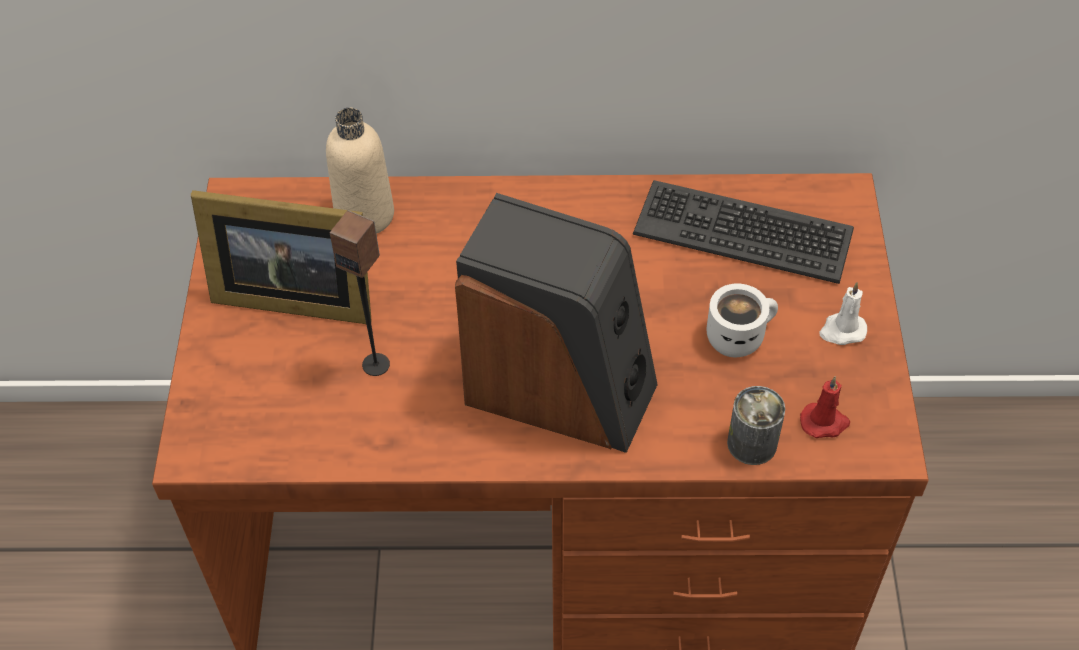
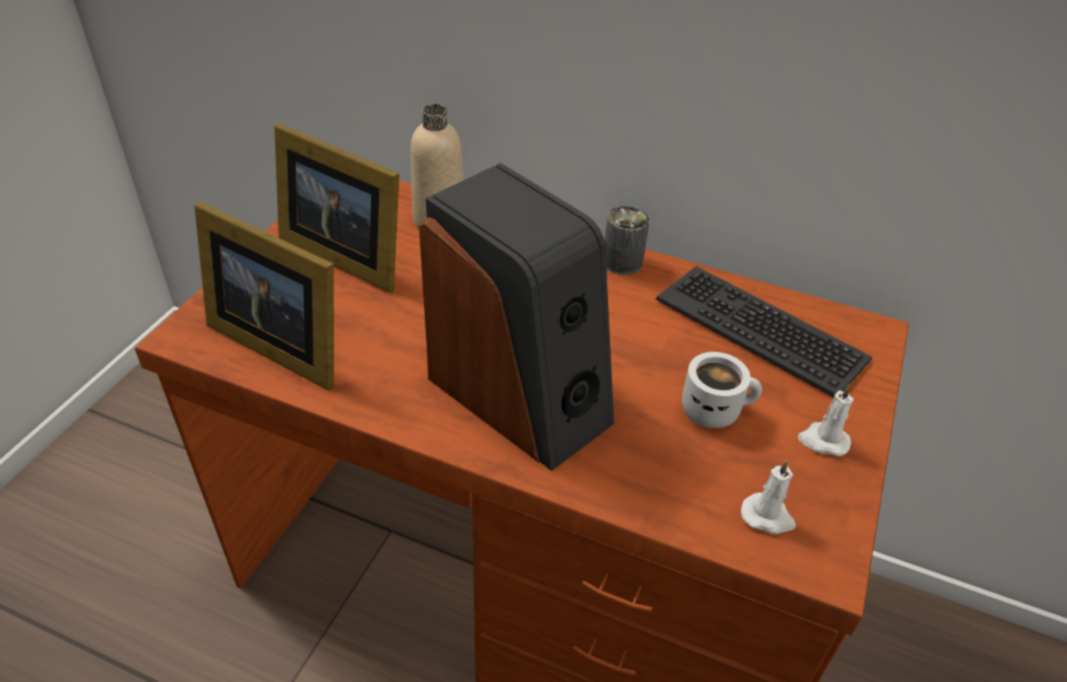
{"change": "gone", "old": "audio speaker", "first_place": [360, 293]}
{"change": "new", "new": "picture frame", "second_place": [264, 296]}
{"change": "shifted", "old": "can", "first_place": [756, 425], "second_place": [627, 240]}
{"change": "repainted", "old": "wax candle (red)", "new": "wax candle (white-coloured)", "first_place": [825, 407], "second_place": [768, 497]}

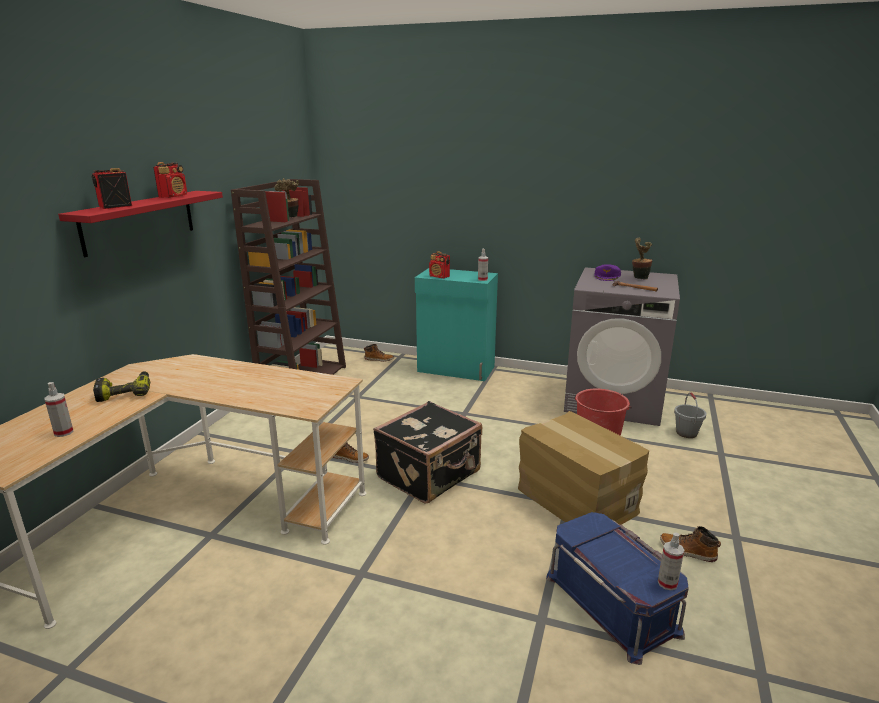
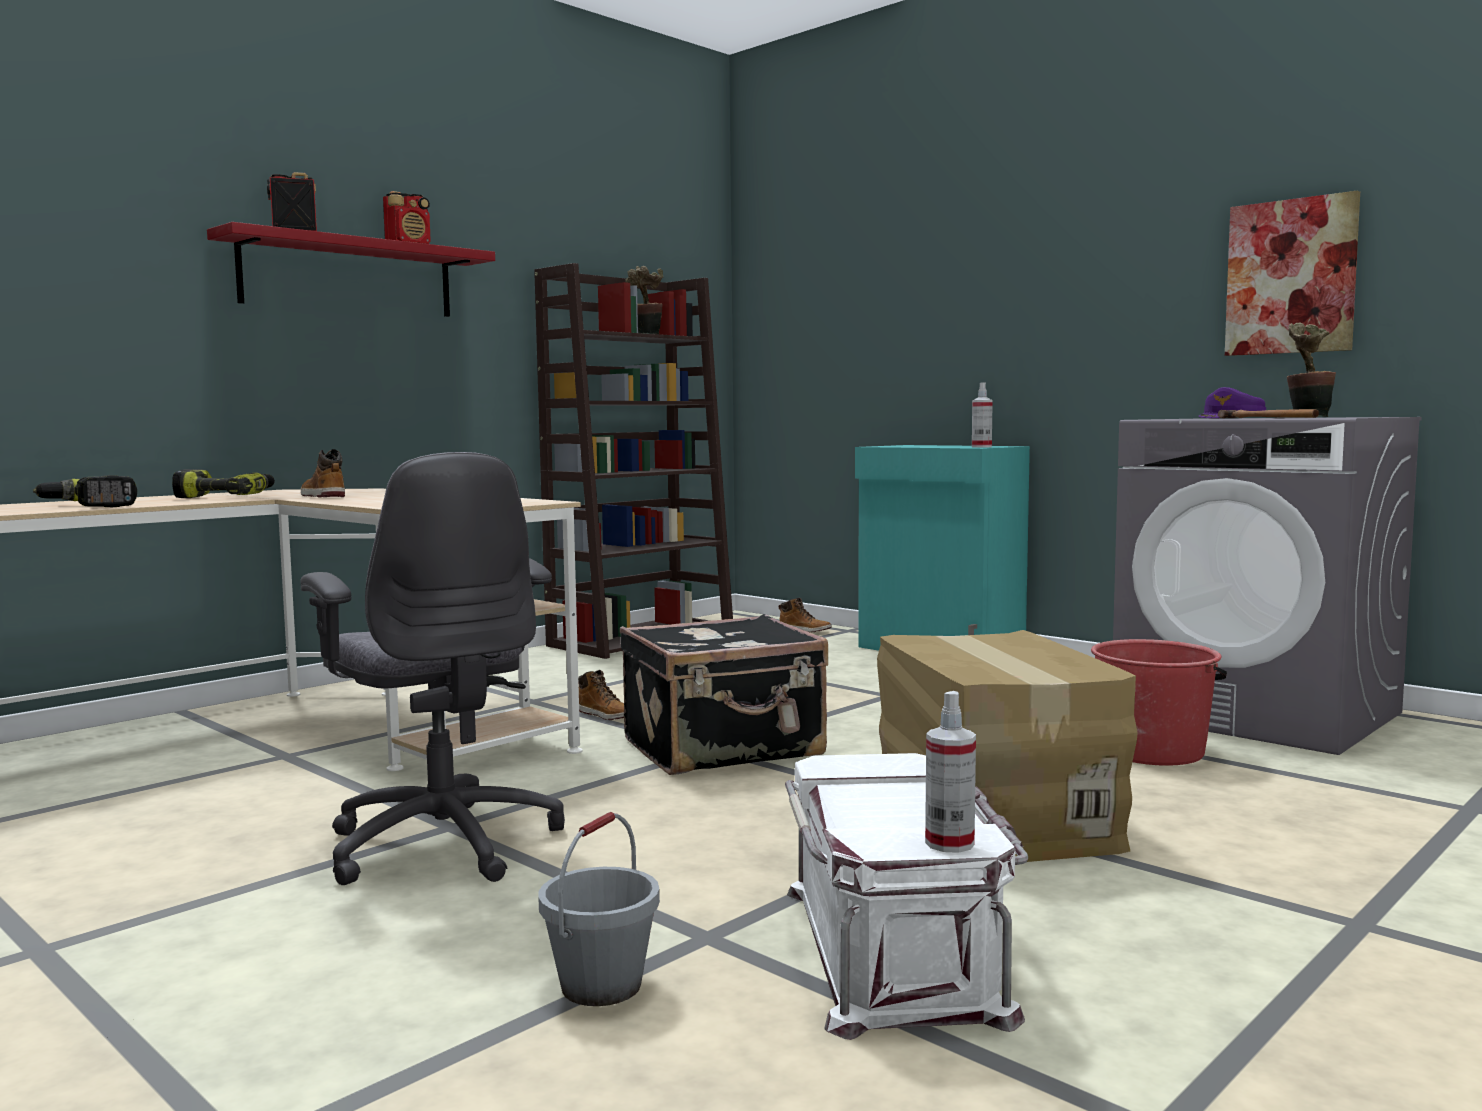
{"change": "gone", "old": "radio receiver", "first_place": [439, 264]}
{"change": "new", "new": "computer chair (greyish)", "second_place": [432, 668]}
{"change": "new", "new": "wall art", "second_place": [1292, 273]}
{"change": "shifted", "old": "high-top boot", "first_place": [690, 544], "second_place": [323, 473]}
{"change": "shifted", "old": "water bucket (greyish)", "first_place": [690, 415], "second_place": [599, 909]}
{"change": "swapped", "old": "spray bottle", "new": "electric drill", "first_place": [59, 409], "second_place": [85, 491]}
{"change": "repainted", "old": "storage bin (bluish)", "new": "storage bin (white-coloured)", "first_place": [617, 588], "second_place": [906, 896]}

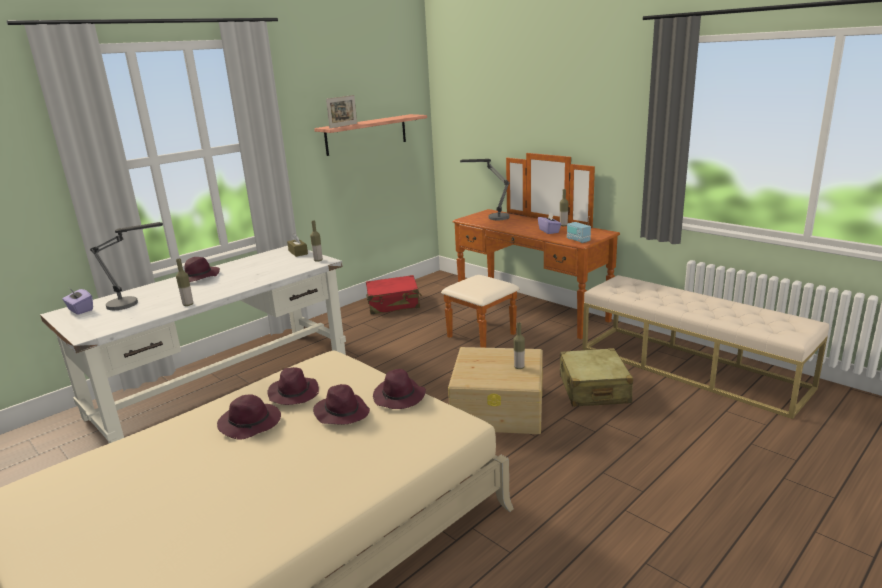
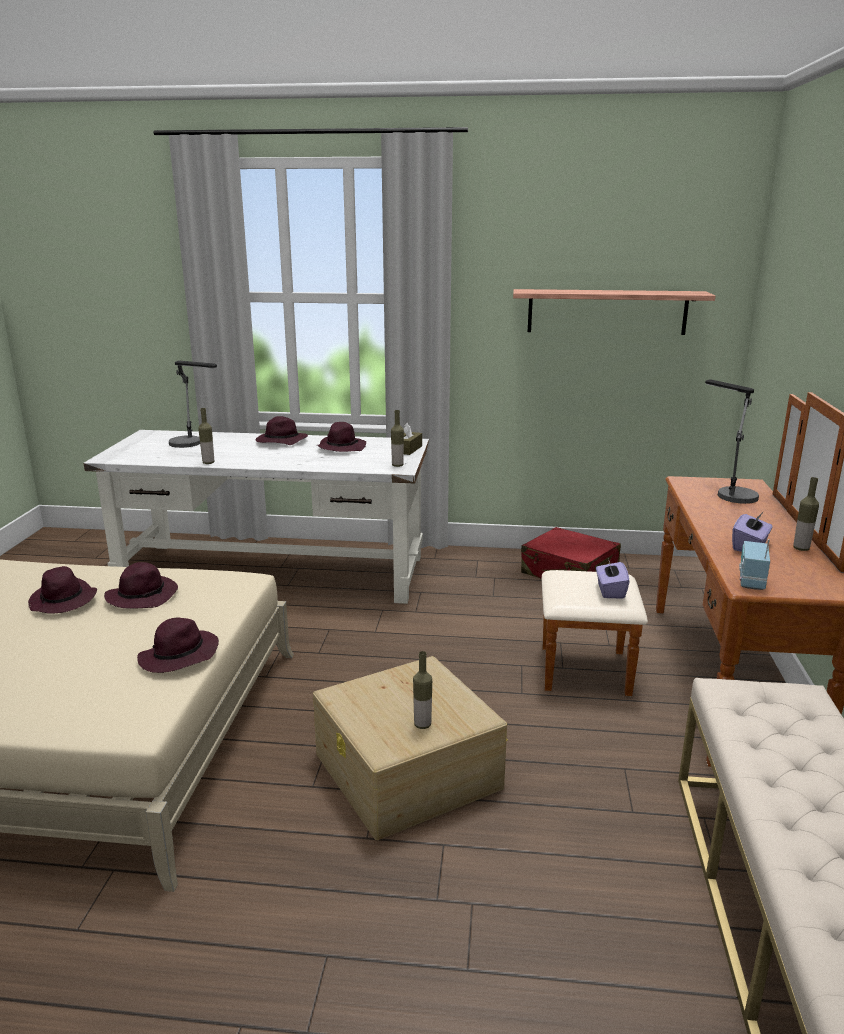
{"change": "gone", "old": "picture frame", "first_place": [341, 111]}
{"change": "gone", "old": "piece of luggage (beige)", "first_place": [596, 377]}
{"change": "shifted", "old": "box of tissues (purple-coloured)", "first_place": [77, 301], "second_place": [612, 578]}
{"change": "shifted", "old": "hat (purple-coloured)", "first_place": [341, 404], "second_place": [341, 437]}

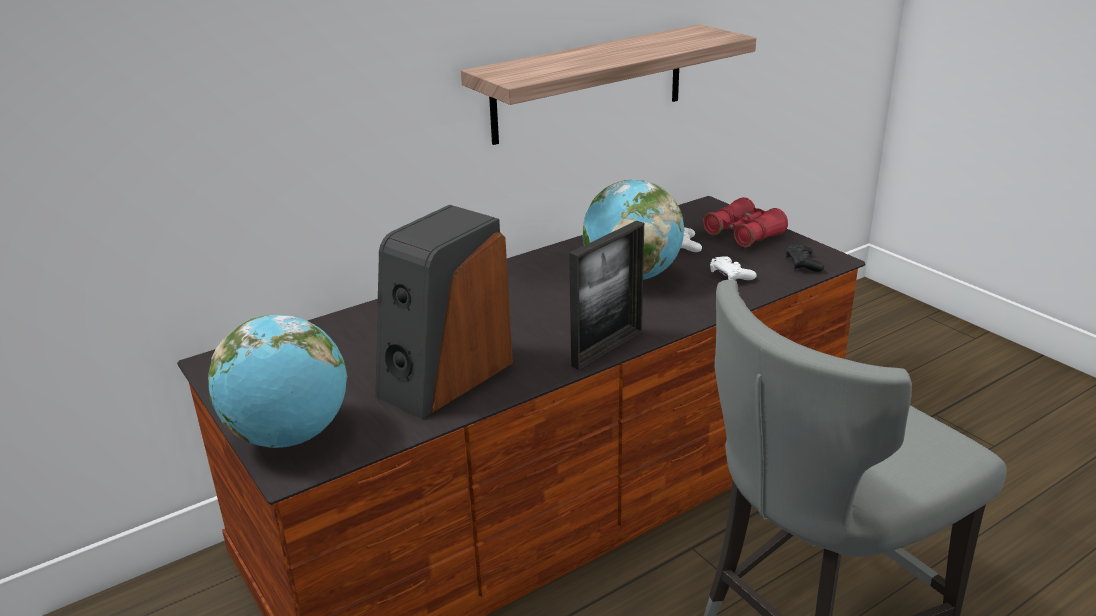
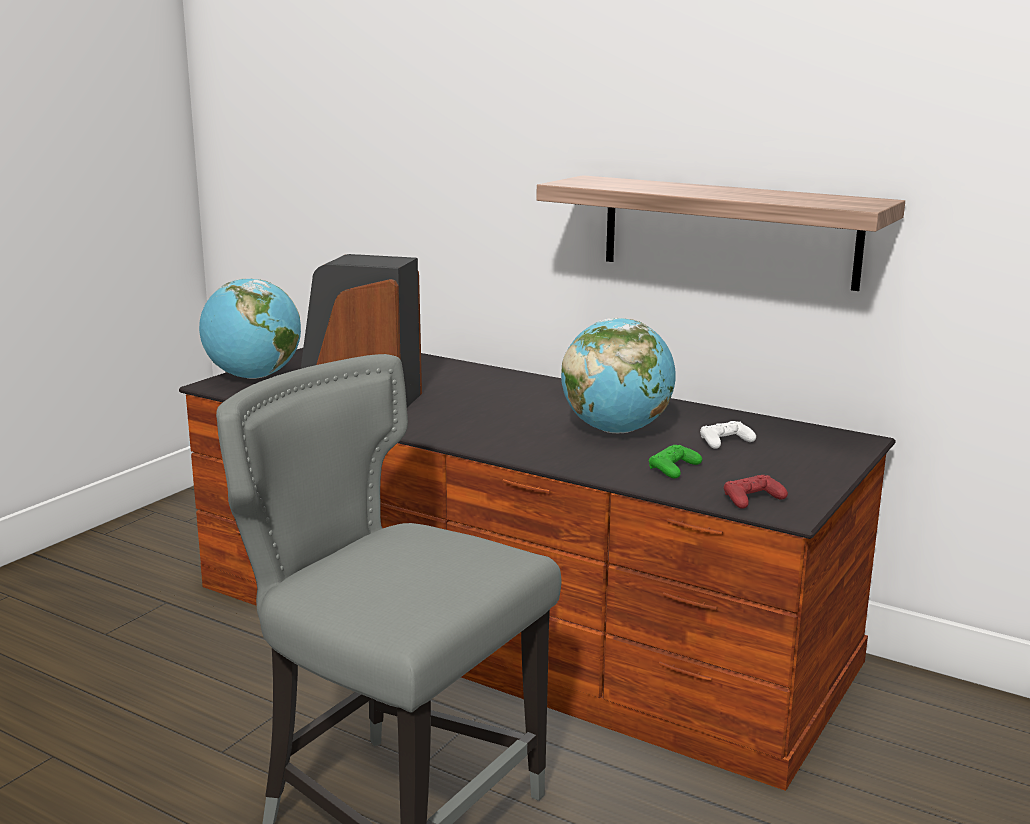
{"change": "gone", "old": "picture frame", "first_place": [606, 295]}
{"change": "gone", "old": "pair of binoculars (red)", "first_place": [745, 222]}
{"change": "repainted", "old": "game controller (white-coloured)", "new": "game controller (green-coloured)", "first_place": [733, 268], "second_place": [675, 461]}
{"change": "repainted", "old": "game controller (blackish)", "new": "game controller (red)", "first_place": [804, 258], "second_place": [756, 491]}

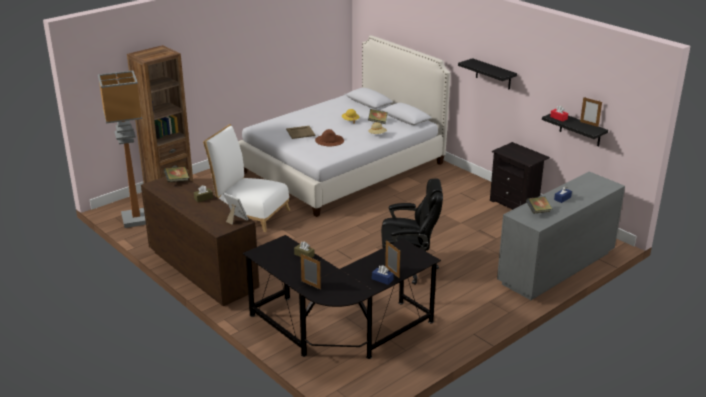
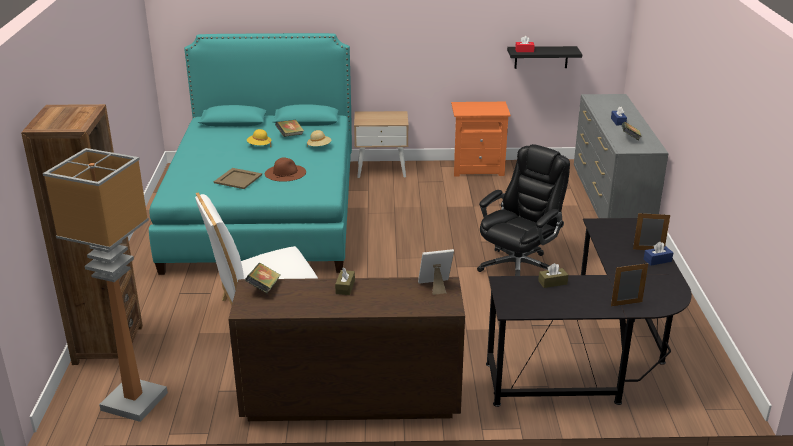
{"change": "gone", "old": "bracket shelf (blackish)", "first_place": [487, 74]}
{"change": "gone", "old": "picture frame", "first_place": [591, 112]}
{"change": "new", "new": "night table (beige)", "second_place": [381, 144]}
{"change": "repainted", "old": "bedroom bed (white-coloured)", "new": "bedroom bed (turquoise)", "first_place": [344, 126], "second_place": [250, 154]}
{"change": "repainted", "old": "night table (blackish)", "new": "night table (orange)", "first_place": [520, 176], "second_place": [481, 139]}

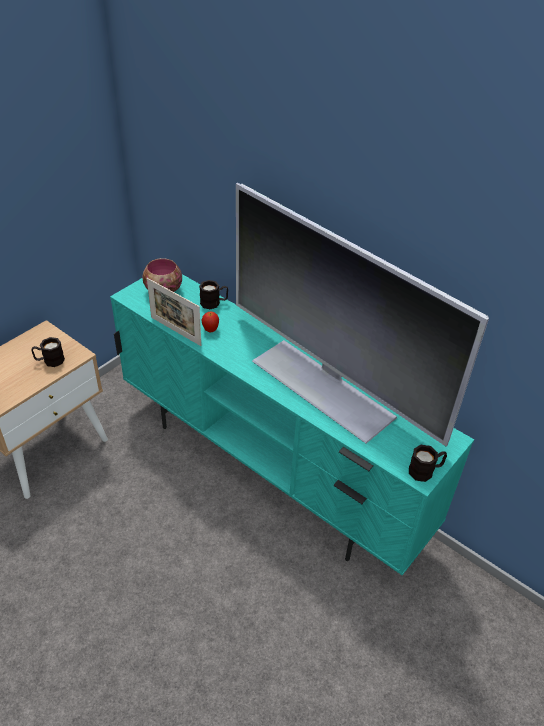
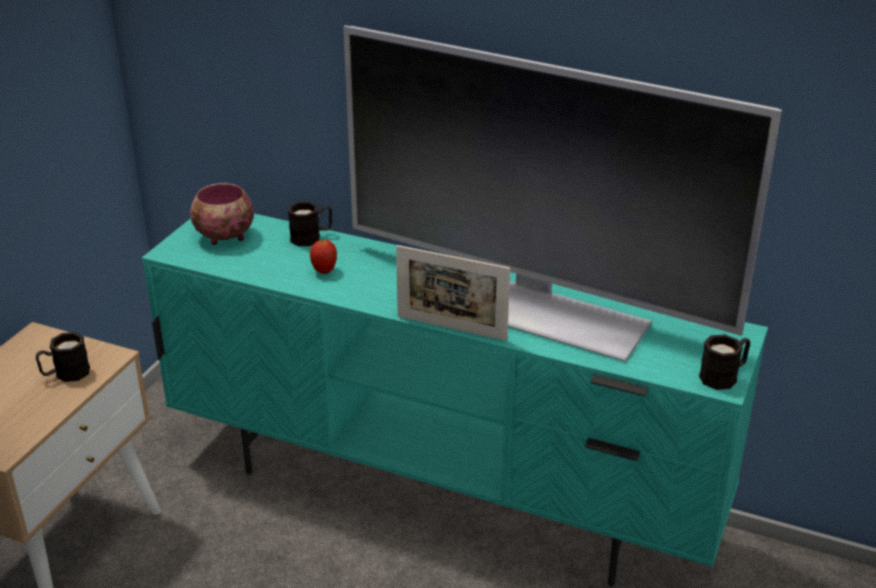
{"change": "shifted", "old": "picture frame", "first_place": [174, 312], "second_place": [453, 293]}

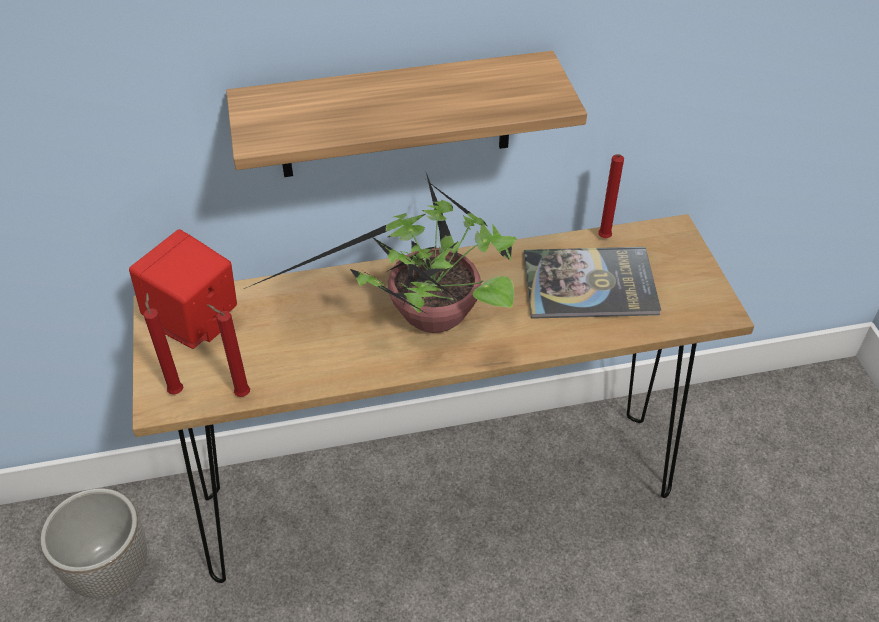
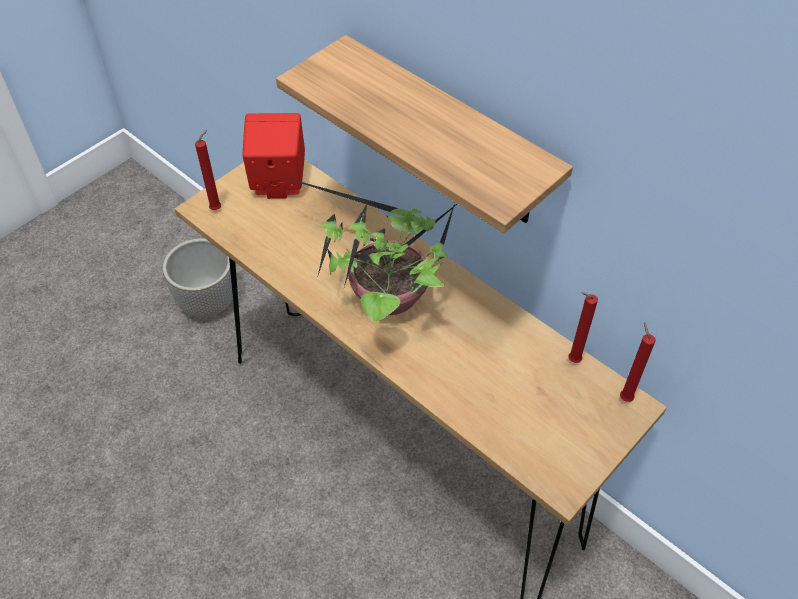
{"change": "gone", "old": "volume", "first_place": [592, 283]}
{"change": "shifted", "old": "wax candle (red)", "first_place": [228, 350], "second_place": [638, 362]}

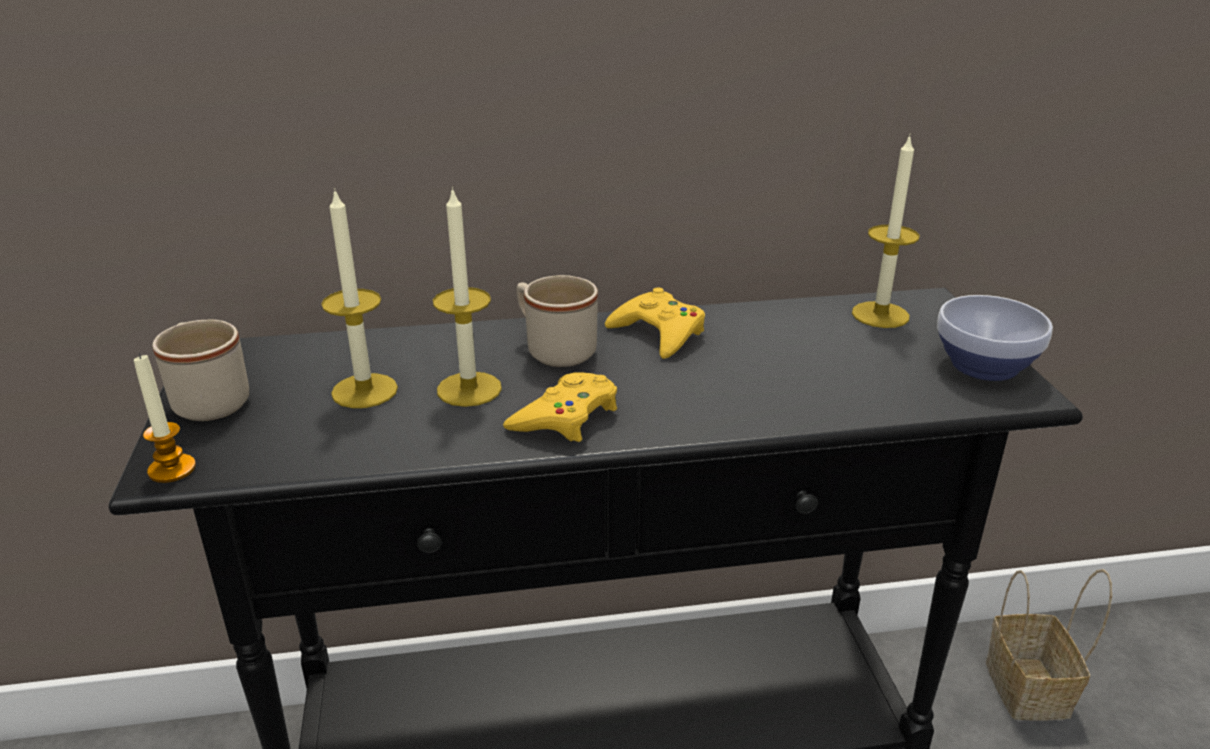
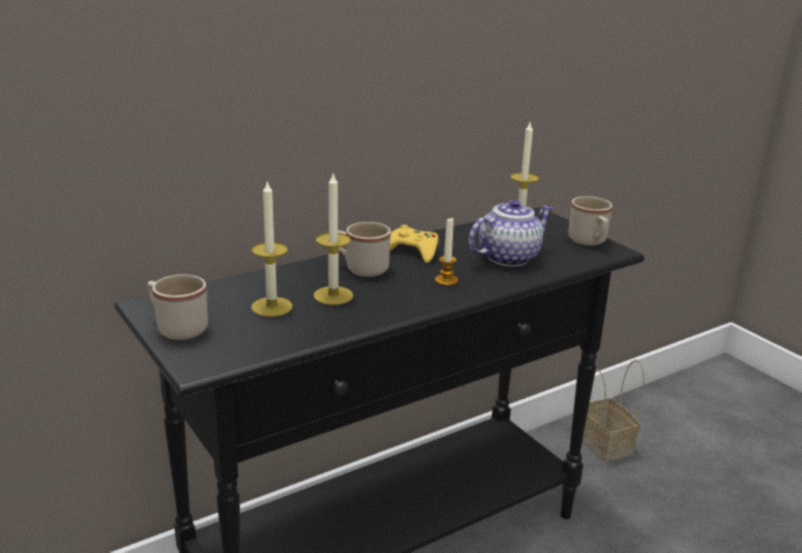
{"change": "gone", "old": "game controller (yellowish)", "first_place": [560, 407]}
{"change": "new", "new": "pot for tea", "second_place": [510, 233]}
{"change": "shifted", "old": "wax candle", "first_place": [165, 418], "second_place": [446, 251]}
{"change": "swapped", "old": "serving bowl", "new": "tea mug (beige)", "first_place": [995, 338], "second_place": [590, 221]}

